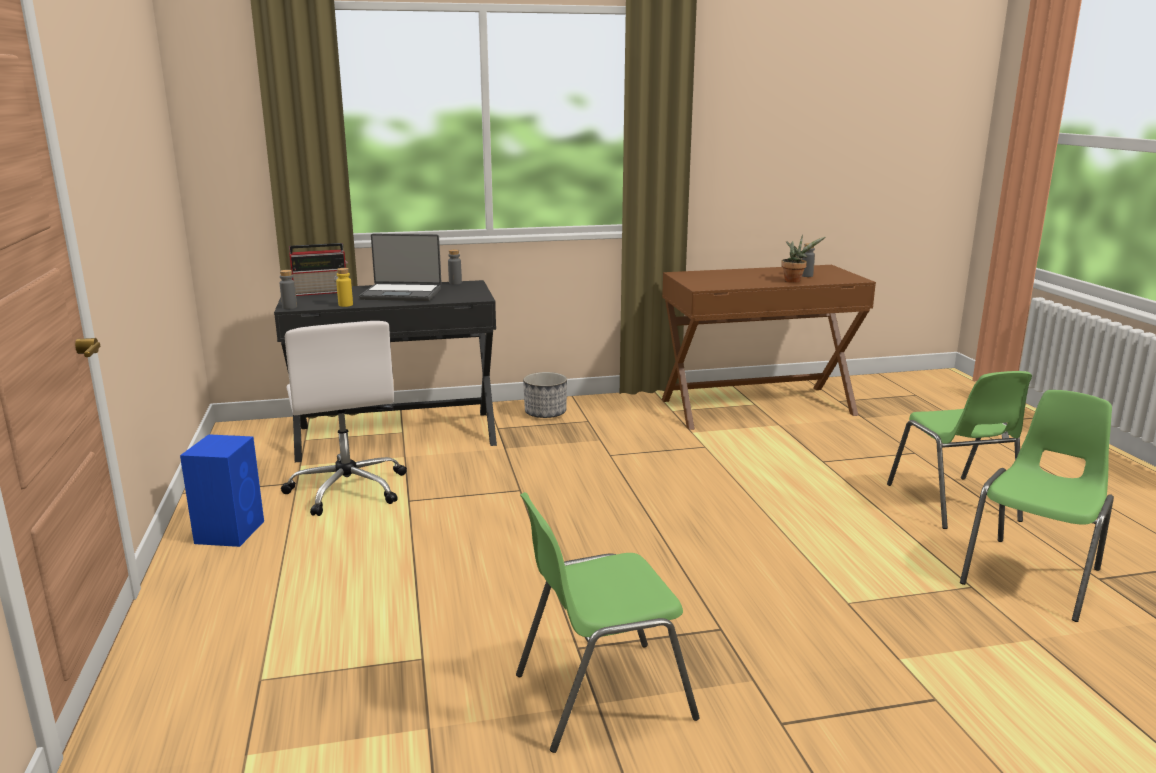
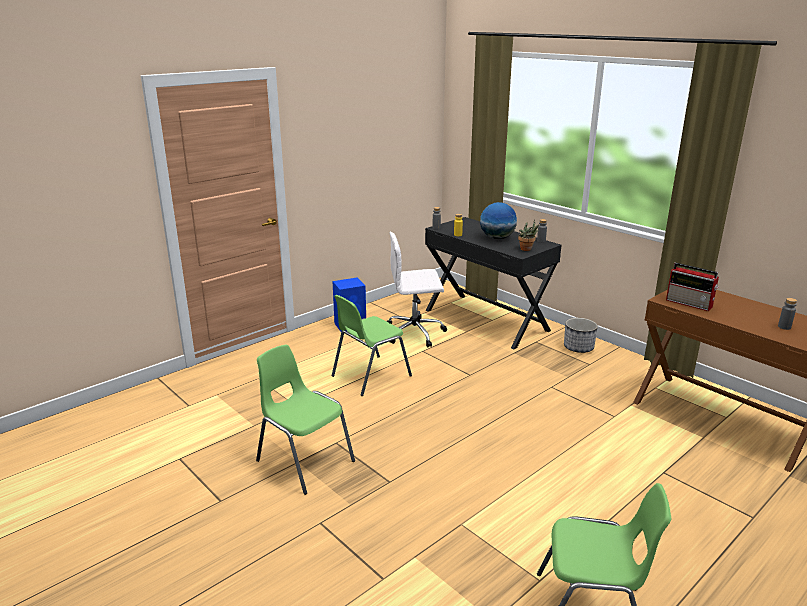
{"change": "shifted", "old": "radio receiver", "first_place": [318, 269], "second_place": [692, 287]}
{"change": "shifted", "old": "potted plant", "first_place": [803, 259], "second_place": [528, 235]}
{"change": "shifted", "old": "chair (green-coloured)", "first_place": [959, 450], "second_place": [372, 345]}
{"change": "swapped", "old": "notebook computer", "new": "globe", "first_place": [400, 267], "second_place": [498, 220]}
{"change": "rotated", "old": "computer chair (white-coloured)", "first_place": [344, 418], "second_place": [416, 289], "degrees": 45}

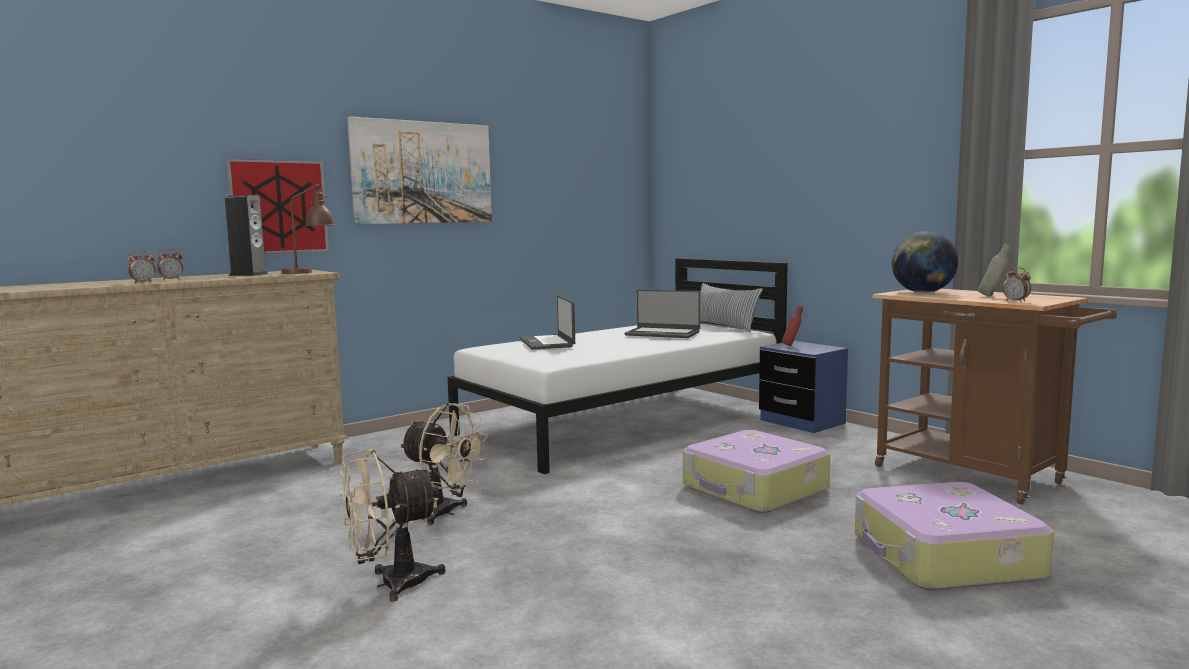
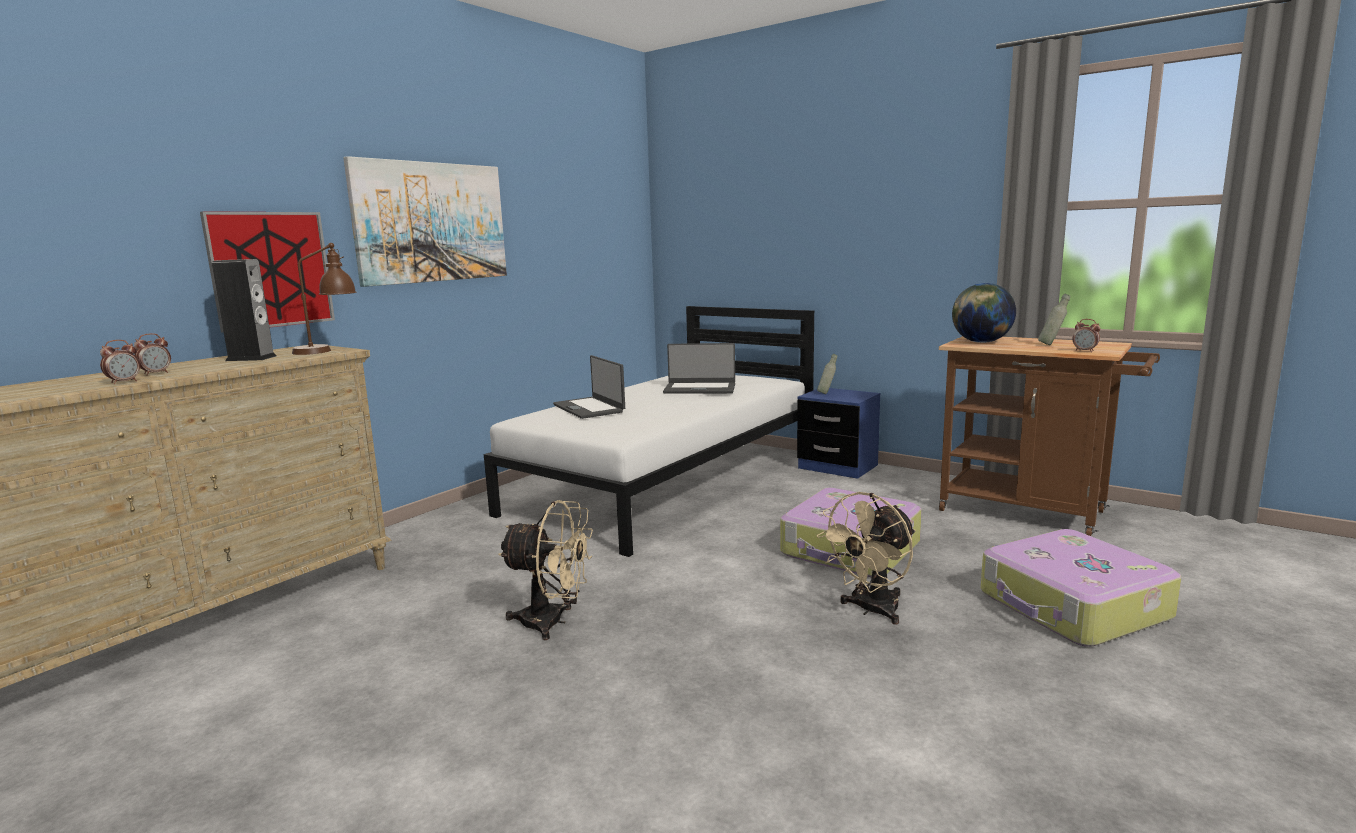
{"change": "gone", "old": "pillow", "first_place": [731, 307]}
{"change": "shifted", "old": "electric fan (beige)", "first_place": [393, 525], "second_place": [866, 558]}
{"change": "repainted", "old": "drink bottle (red)", "new": "drink bottle (greyish)", "first_place": [792, 325], "second_place": [827, 374]}

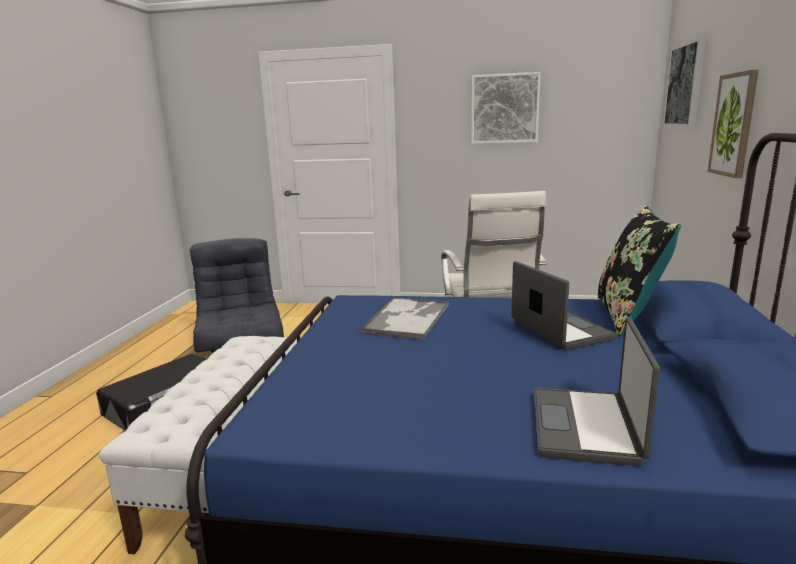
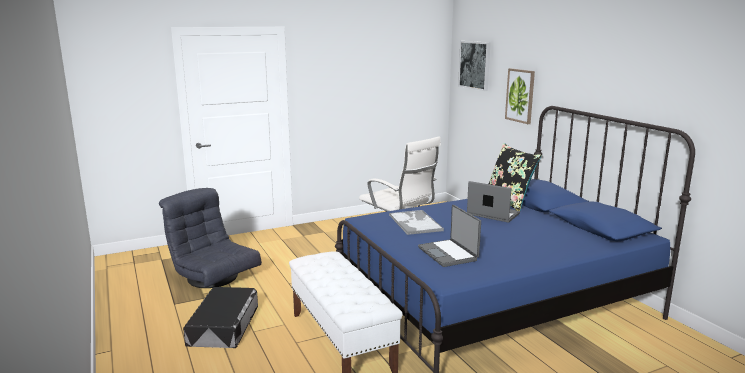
{"change": "gone", "old": "wall art", "first_place": [506, 108]}
{"change": "shifted", "old": "notebook computer", "first_place": [597, 391], "second_place": [449, 236]}

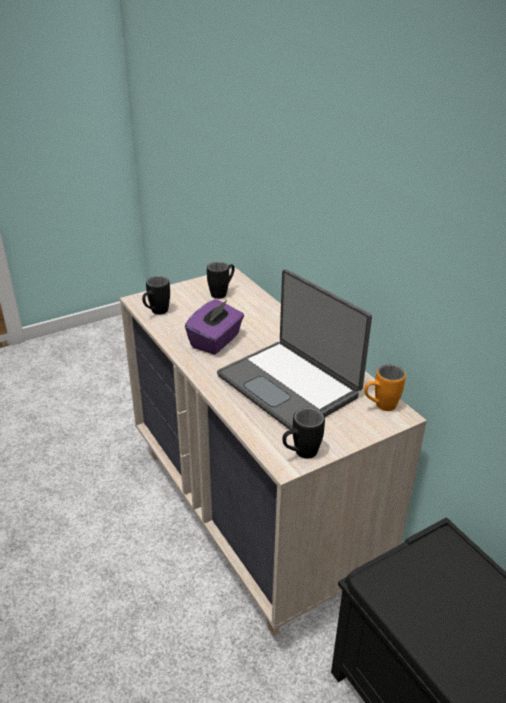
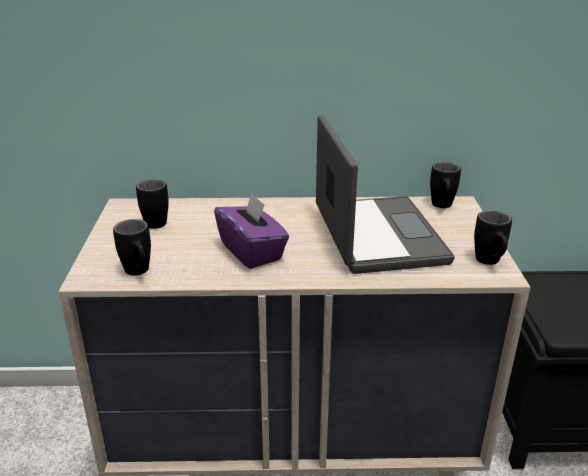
{"change": "repainted", "old": "tea mug (orange)", "new": "tea mug (blackish)", "first_place": [385, 388], "second_place": [445, 185]}
{"change": "rotated", "old": "notebook computer", "first_place": [294, 349], "second_place": [385, 194], "degrees": -90}

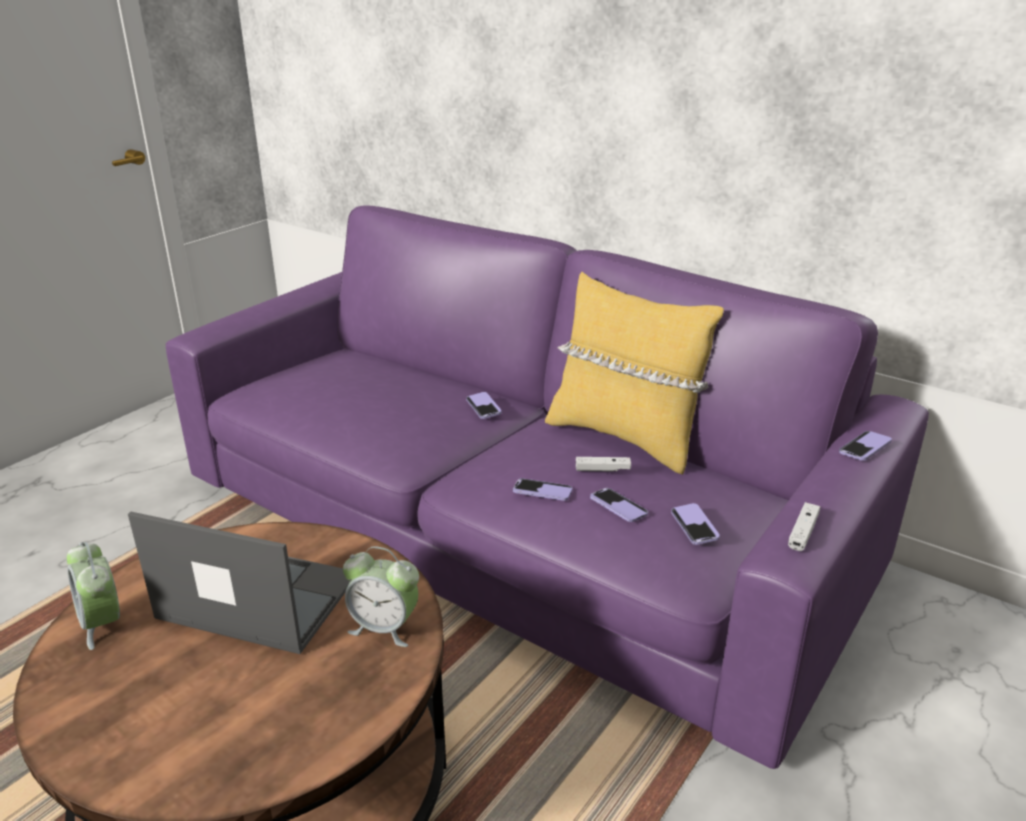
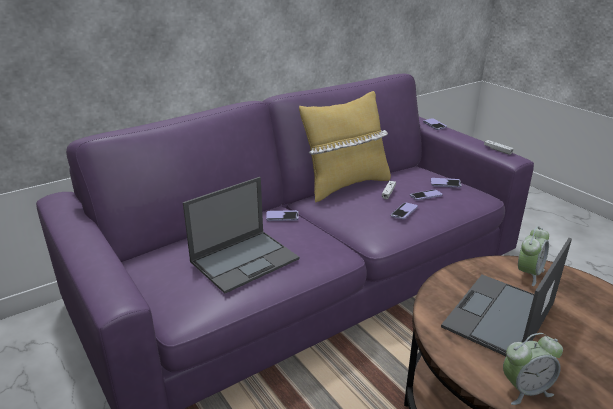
{"change": "new", "new": "notebook computer", "second_place": [241, 235]}

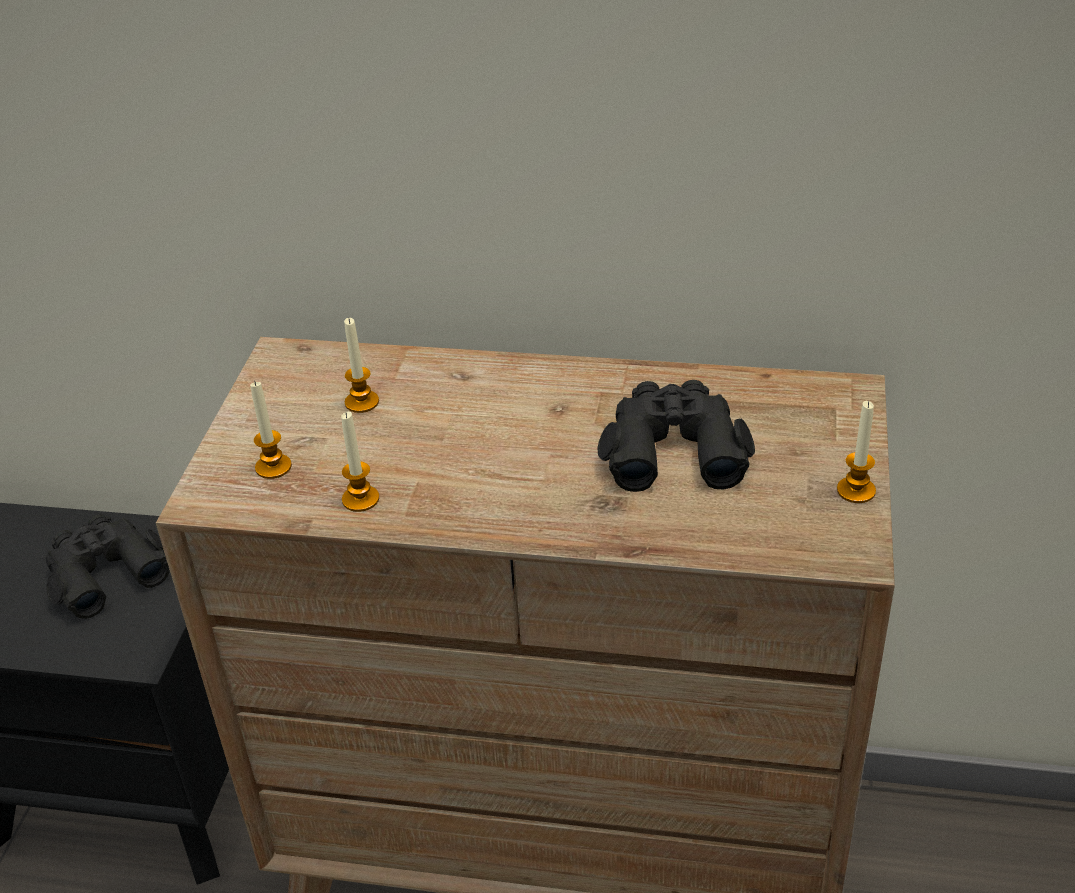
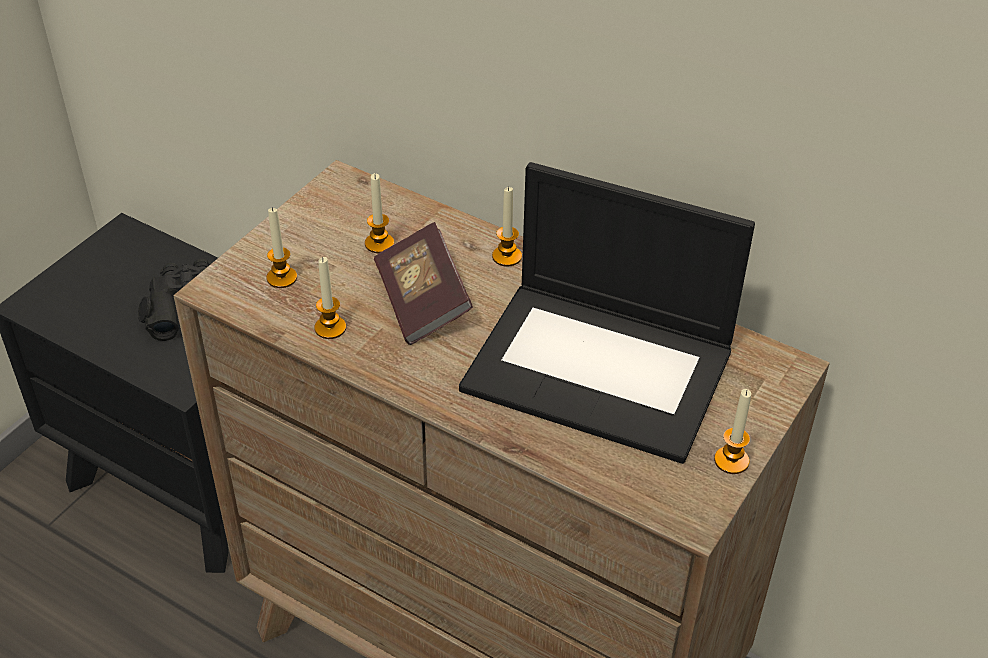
{"change": "new", "new": "volume", "second_place": [423, 283]}
{"change": "new", "new": "wax candle", "second_place": [507, 227]}
{"change": "swapped", "old": "pair of binoculars (blackish)", "new": "notebook computer", "first_place": [676, 436], "second_place": [607, 313]}

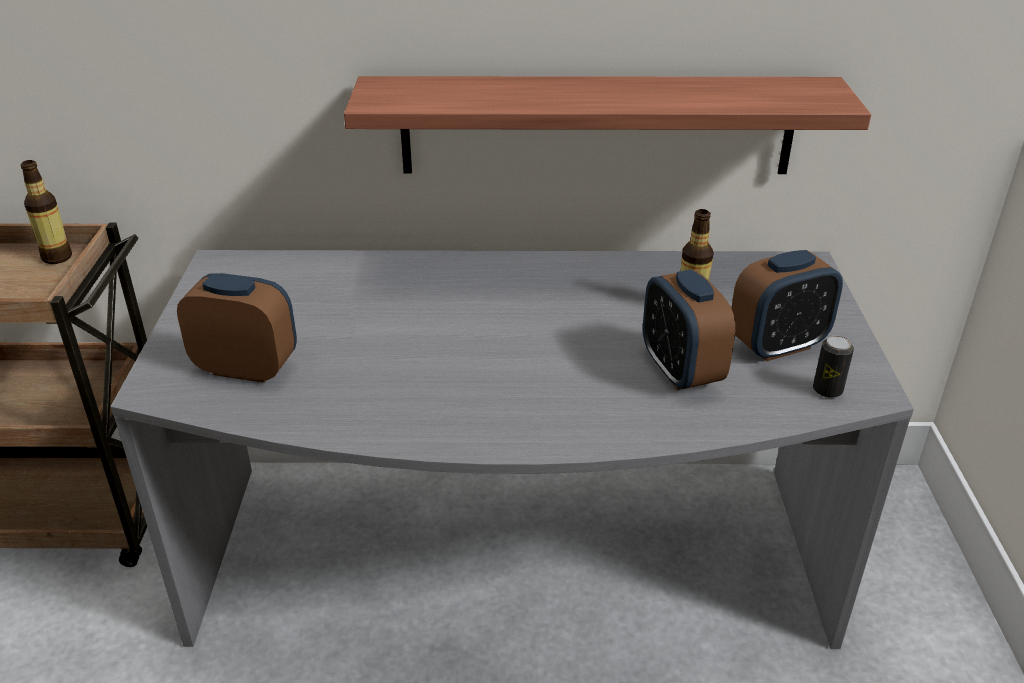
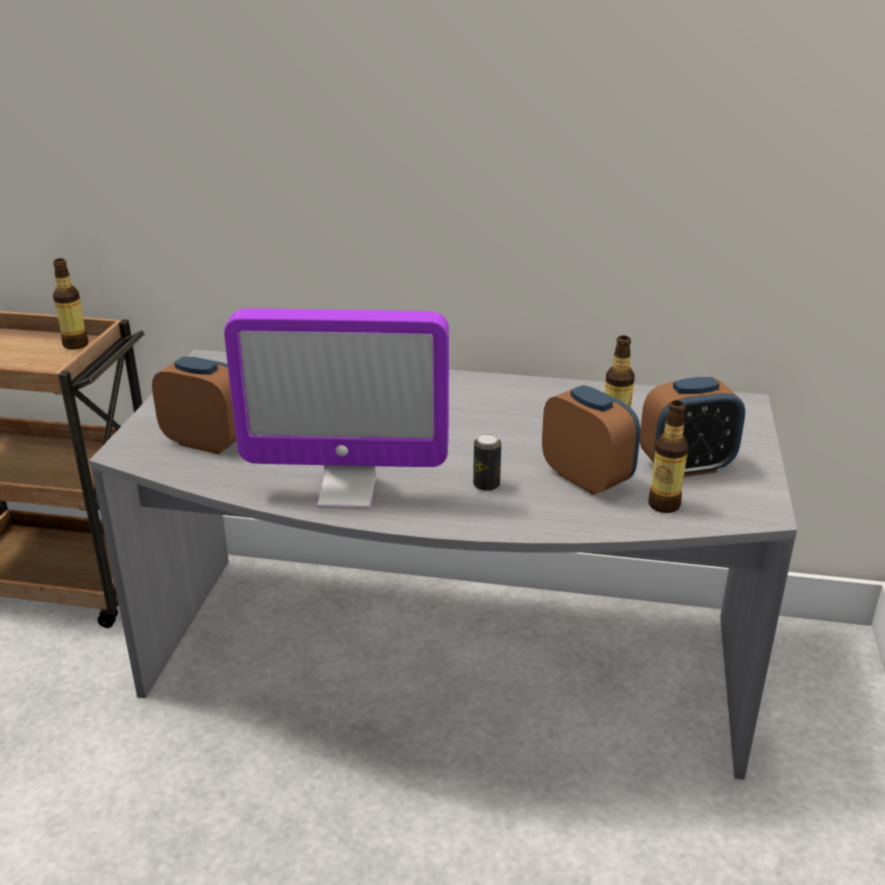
{"change": "gone", "old": "bracket shelf", "first_place": [607, 125]}
{"change": "new", "new": "computer screen", "second_place": [336, 409]}
{"change": "new", "new": "drink bottle", "second_place": [668, 457]}
{"change": "shifted", "old": "can", "first_place": [833, 367], "second_place": [487, 462]}
{"change": "rotated", "old": "bedside clock", "first_place": [689, 330], "second_place": [591, 440], "degrees": 150}

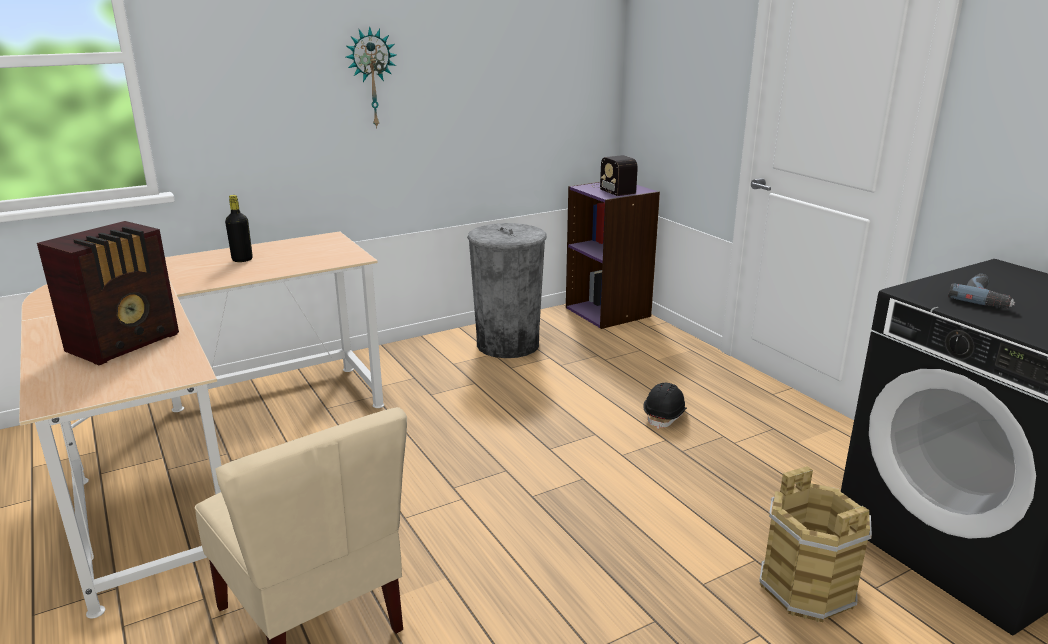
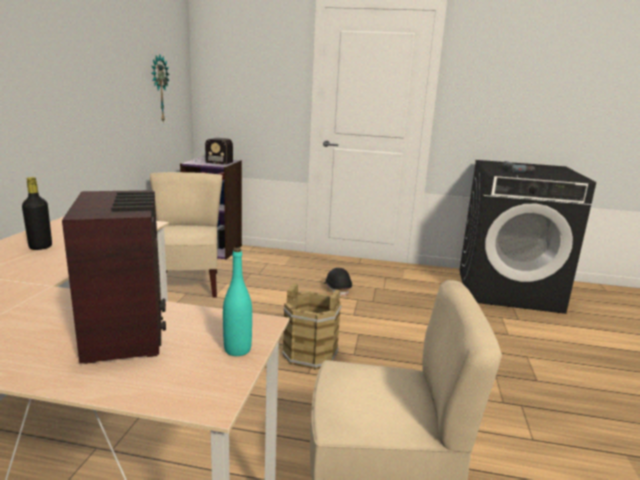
{"change": "new", "new": "drink bottle (turquoise)", "second_place": [237, 302]}
{"change": "shifted", "old": "hanging clock", "first_place": [371, 77], "second_place": [160, 88]}
{"change": "shifted", "old": "water bucket (brownish)", "first_place": [815, 544], "second_place": [312, 326]}
{"change": "swapped", "old": "waste bin (greyish)", "new": "chair (beige)", "first_place": [507, 290], "second_place": [186, 235]}

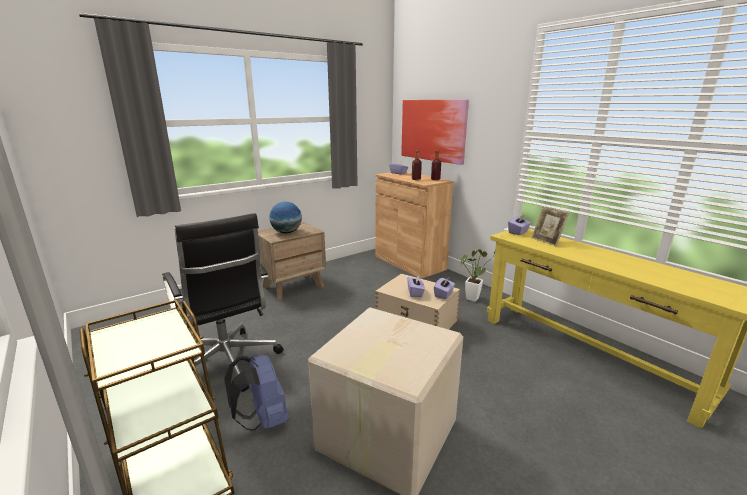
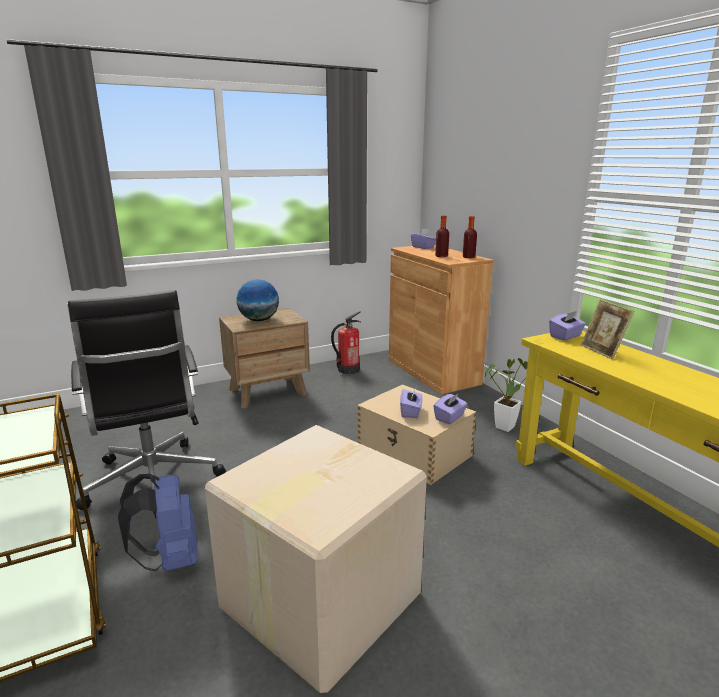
{"change": "gone", "old": "wall art", "first_place": [435, 132]}
{"change": "new", "new": "fire extinguisher", "second_place": [346, 342]}

